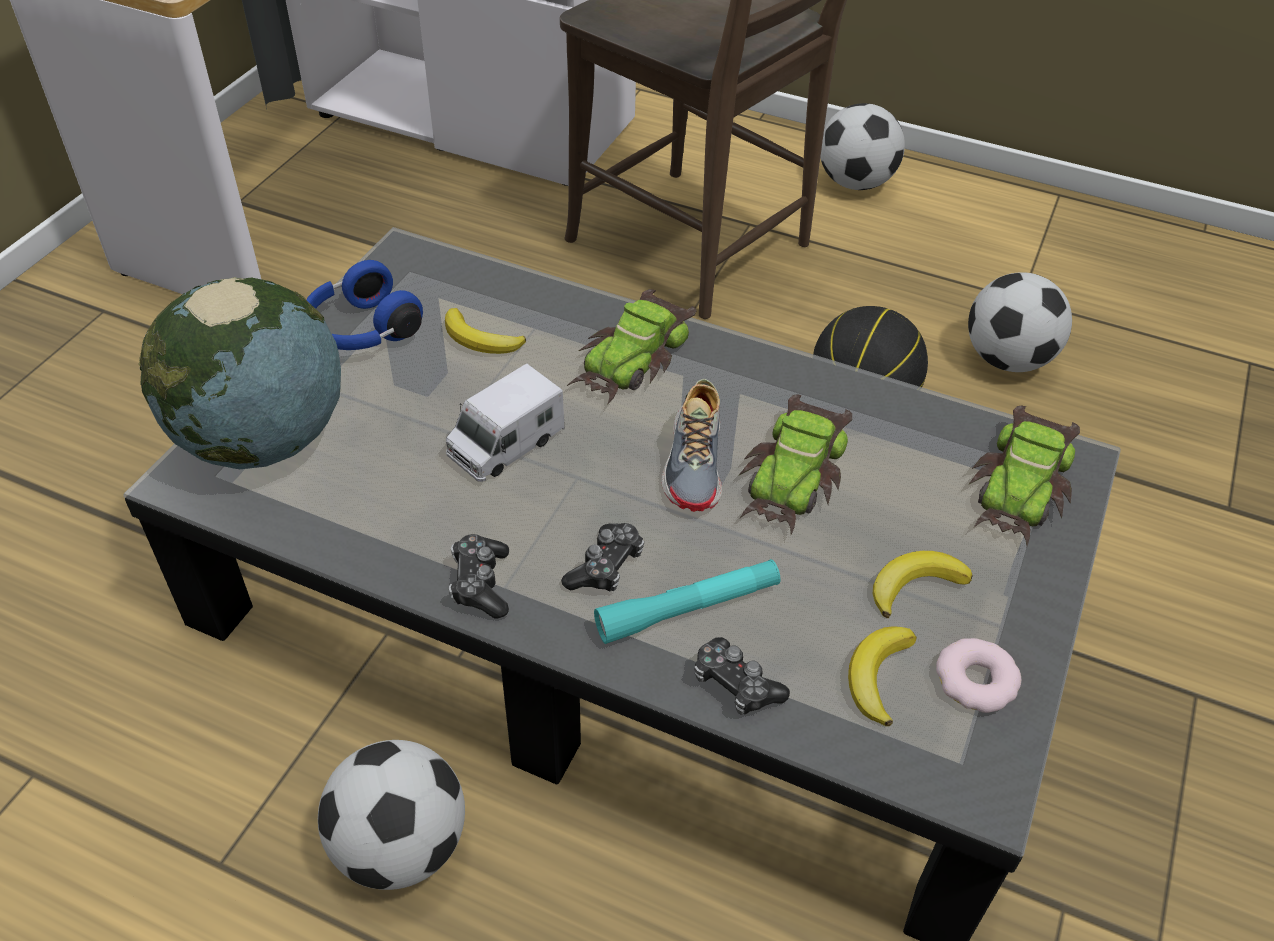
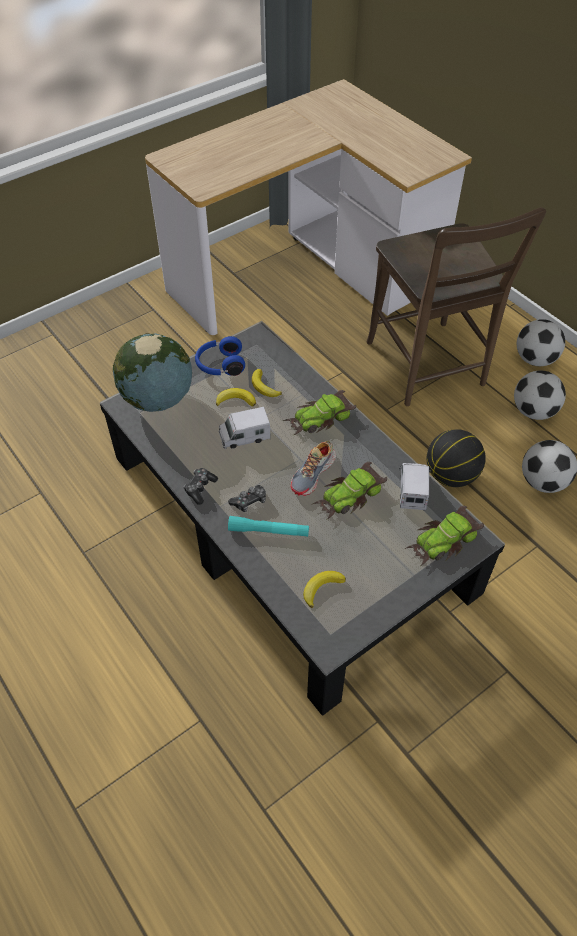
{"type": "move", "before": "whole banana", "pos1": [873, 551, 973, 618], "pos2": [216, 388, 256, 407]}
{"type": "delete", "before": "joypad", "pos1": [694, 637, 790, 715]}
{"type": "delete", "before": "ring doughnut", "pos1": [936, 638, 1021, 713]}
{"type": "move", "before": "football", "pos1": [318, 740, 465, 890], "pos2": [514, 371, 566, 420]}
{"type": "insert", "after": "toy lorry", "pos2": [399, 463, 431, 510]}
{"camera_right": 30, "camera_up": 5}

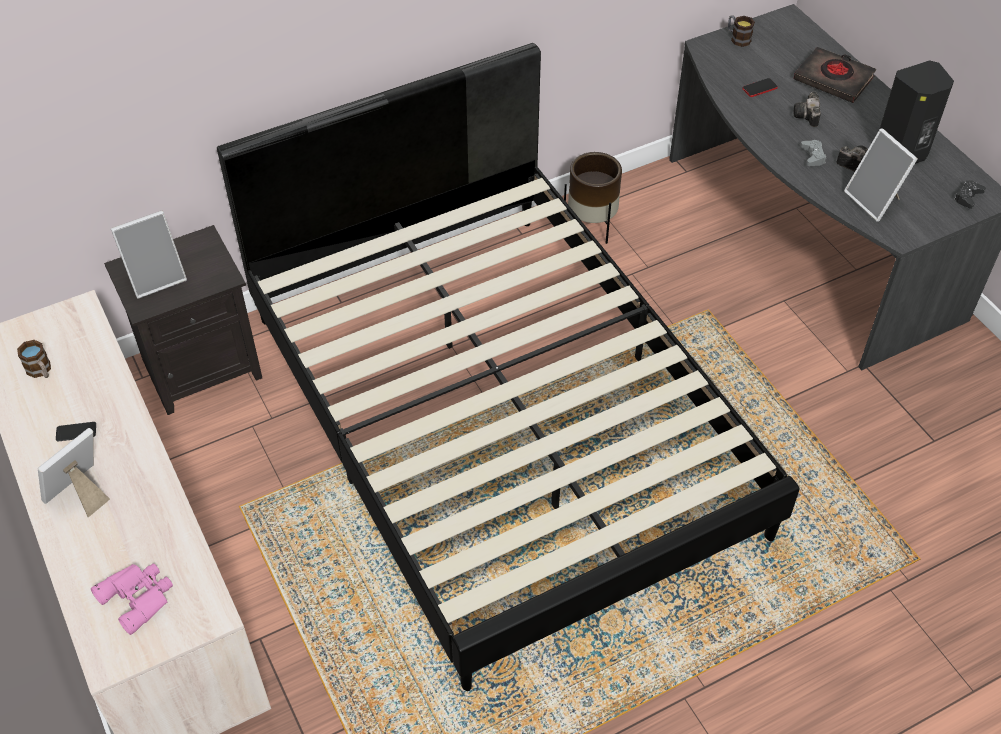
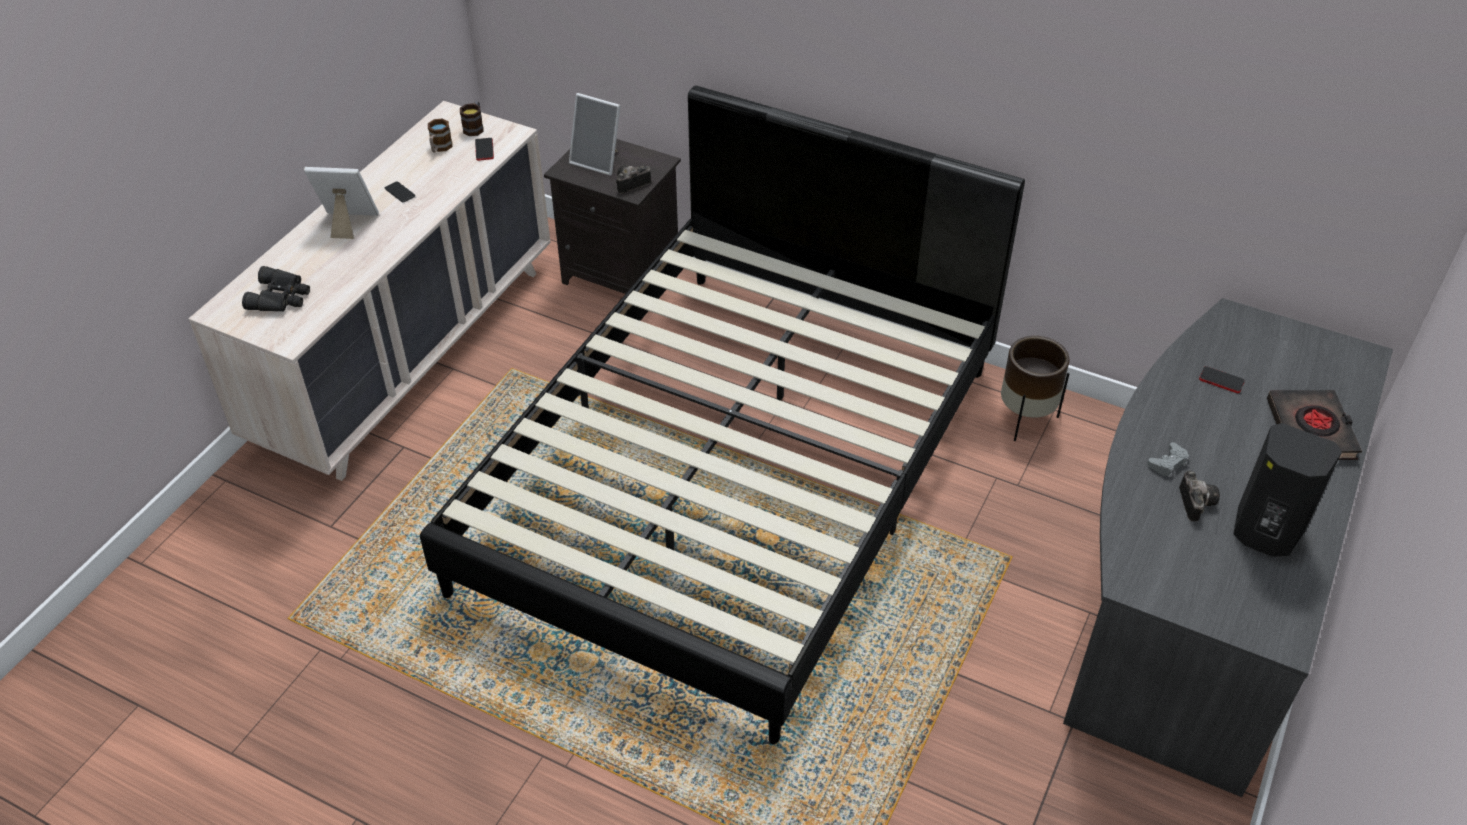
{"type": "move", "before": "tea mug", "pos1": [728, 15, 755, 47], "pos2": [460, 101, 484, 136]}
{"type": "move", "before": "photo camera", "pos1": [794, 92, 821, 127], "pos2": [616, 165, 651, 194]}
{"type": "delete", "before": "photo frame", "pos1": [844, 128, 918, 222]}
{"type": "delete", "before": "joypad in black-coloured", "pos1": [954, 180, 986, 209]}
{"type": "recolor", "before": "pair of binoculars in pinkish", "after": "pair of binoculars in black-coloured", "pos1": [91, 564, 173, 635], "pos2": [242, 266, 310, 311]}
{"type": "insert", "after": "handset", "pos2": [475, 138, 494, 161]}
{"camera_right": 55, "camera_up": -5}

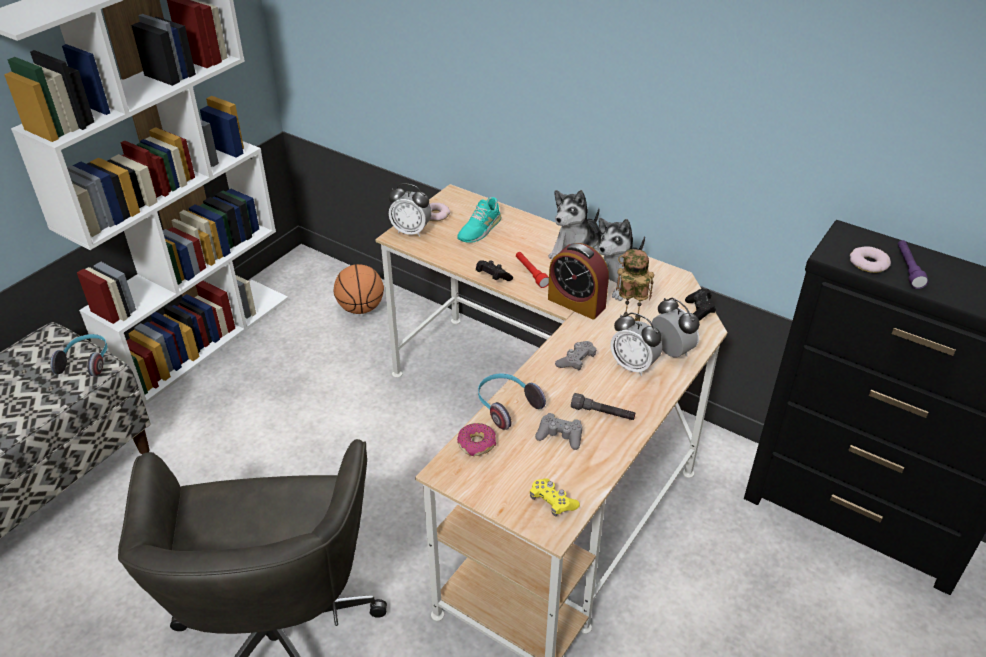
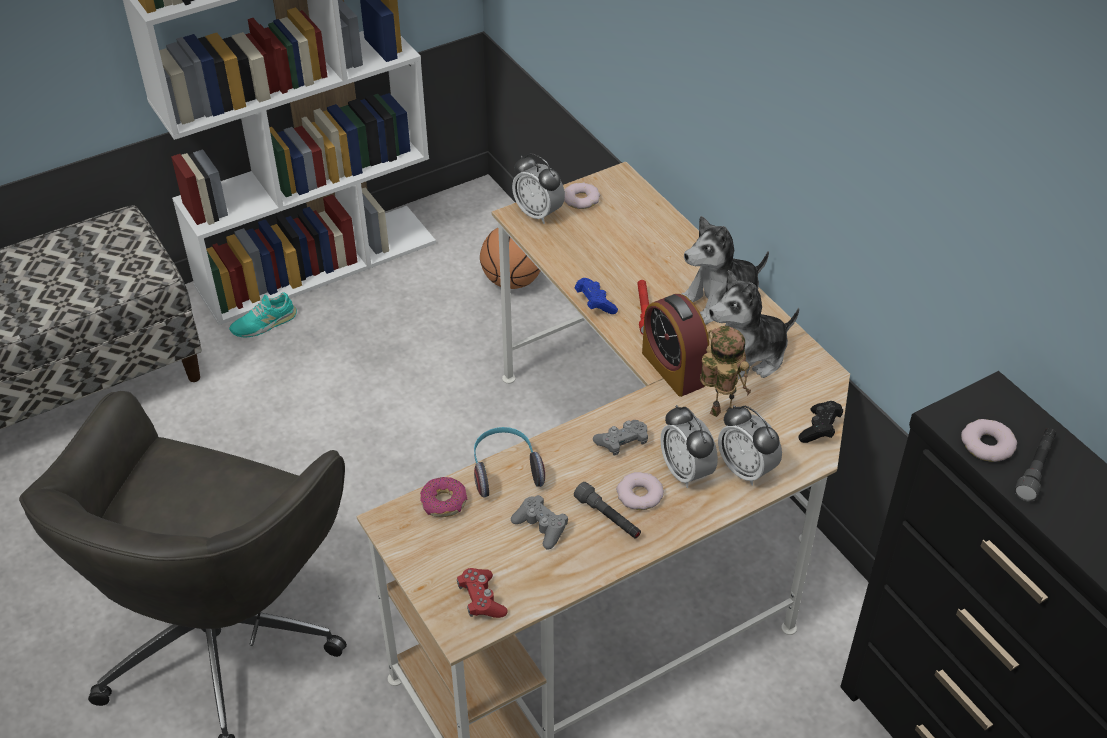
{"type": "move", "before": "item of footwear in blue-green", "pos1": [457, 197, 501, 243], "pos2": [229, 292, 297, 338]}
{"type": "recolor", "before": "torch in purplish", "after": "torch in greyish", "pos1": [898, 240, 929, 289], "pos2": [1014, 428, 1056, 502]}
{"type": "recolor", "before": "joypad in black-coloured", "after": "joypad in blue-coloured", "pos1": [476, 260, 513, 281], "pos2": [575, 278, 618, 314]}
{"type": "rotate", "before": "alarm clock", "pos1": [652, 297, 700, 357], "pos2": [718, 405, 782, 486], "turn": 150}
{"type": "delete", "before": "headphones", "pos1": [50, 334, 107, 377]}
{"type": "recolor", "before": "joypad in yellow-coloured", "after": "joypad in reddish", "pos1": [530, 478, 580, 516], "pos2": [457, 568, 508, 618]}
{"type": "insert", "after": "ring doughnut", "pos2": [616, 472, 664, 510]}
{"camera_right": 25, "camera_up": 5}

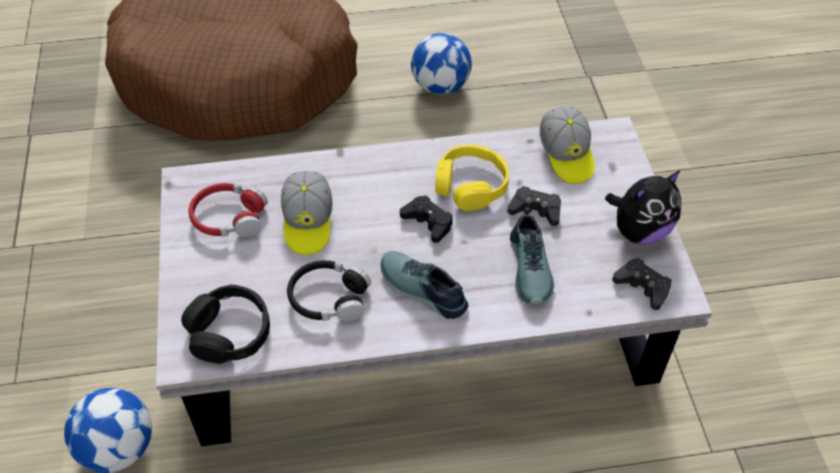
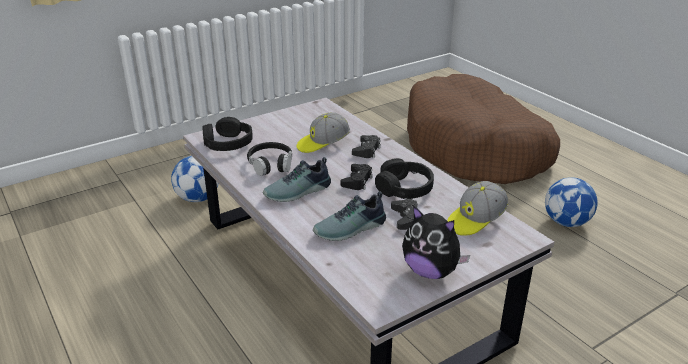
{"type": "recolor", "before": "headphones in yellow-coloured", "after": "headphones in black-coloured", "pos1": [435, 145, 509, 211], "pos2": [375, 158, 434, 199]}
{"type": "delete", "before": "headphones in reddish", "pos1": [188, 183, 268, 237]}
{"type": "rotate", "before": "item of footwear", "pos1": [380, 251, 468, 319], "pos2": [263, 157, 331, 202], "turn": -135}
{"type": "move", "before": "joypad in black-coloured", "pos1": [612, 258, 672, 310], "pos2": [352, 135, 381, 158]}
{"camera_right": 65, "camera_up": -20}

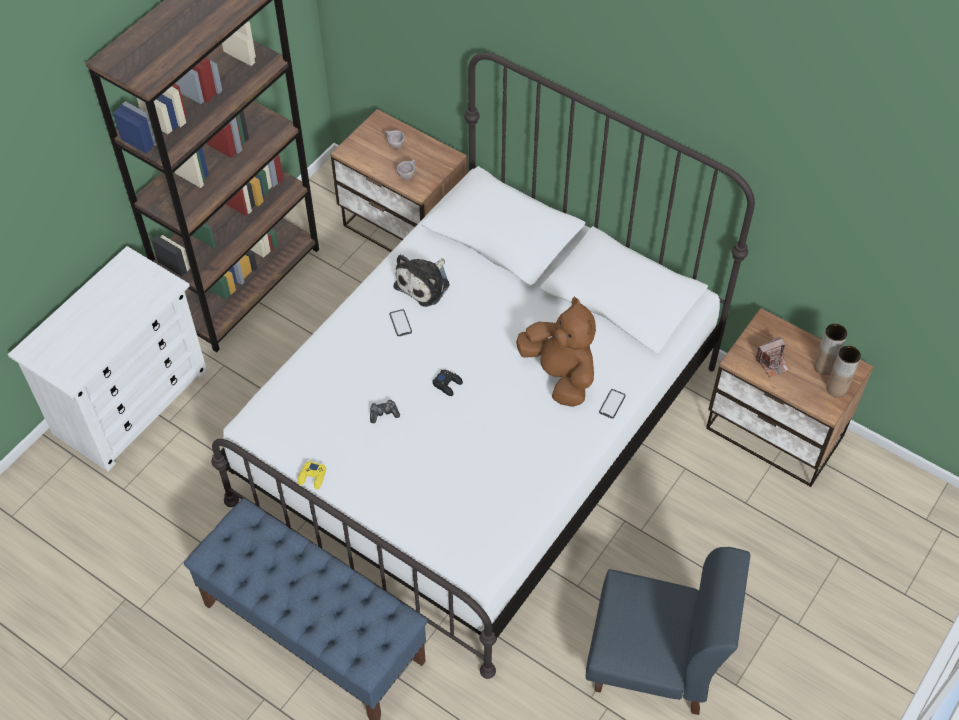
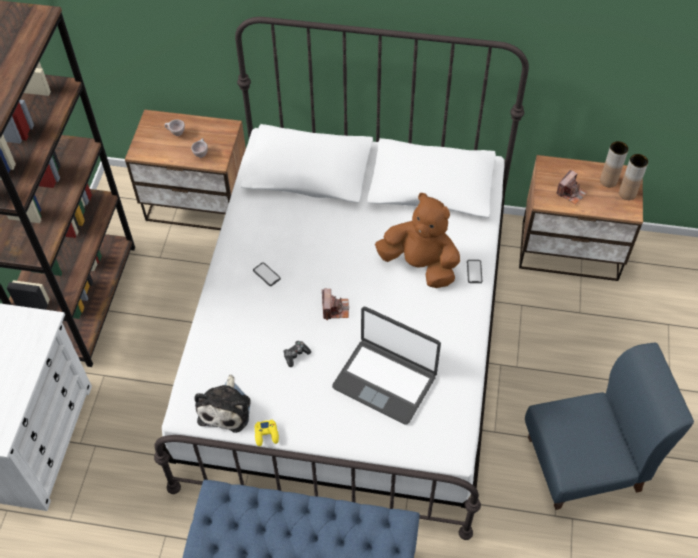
{"type": "move", "before": "plush toy", "pos1": [394, 254, 450, 307], "pos2": [194, 375, 251, 433]}
{"type": "replace", "before": "joypad in black-coloured", "after": "photo camera", "pos1": [433, 370, 463, 396], "pos2": [322, 289, 349, 320]}
{"type": "insert", "after": "portable computer", "pos2": [332, 307, 441, 425]}
{"camera_right": -25, "camera_up": 0}

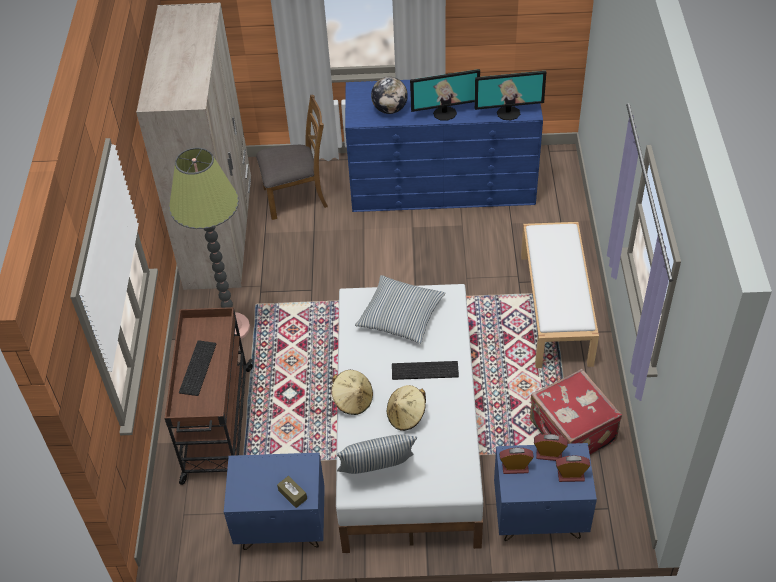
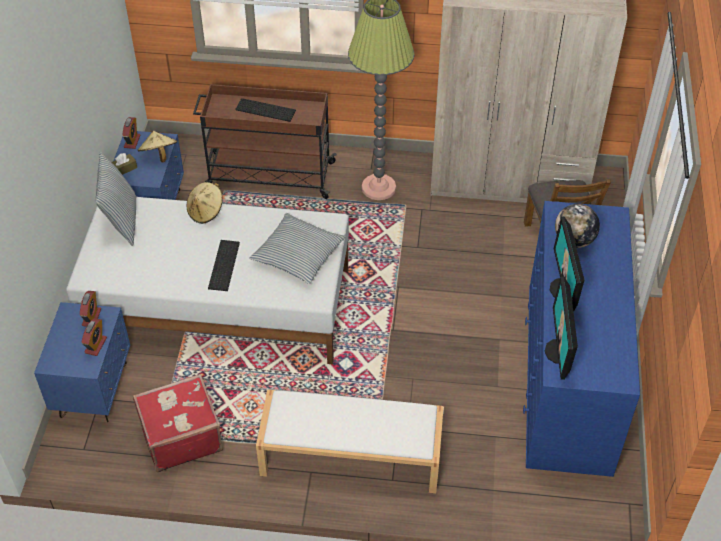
{"type": "move", "before": "hat in beige-coloured", "pos1": [387, 385, 426, 431], "pos2": [138, 131, 177, 162]}
{"type": "move", "before": "alarm clock", "pos1": [556, 456, 590, 482], "pos2": [122, 117, 140, 149]}
{"camera_right": 95, "camera_up": 0}

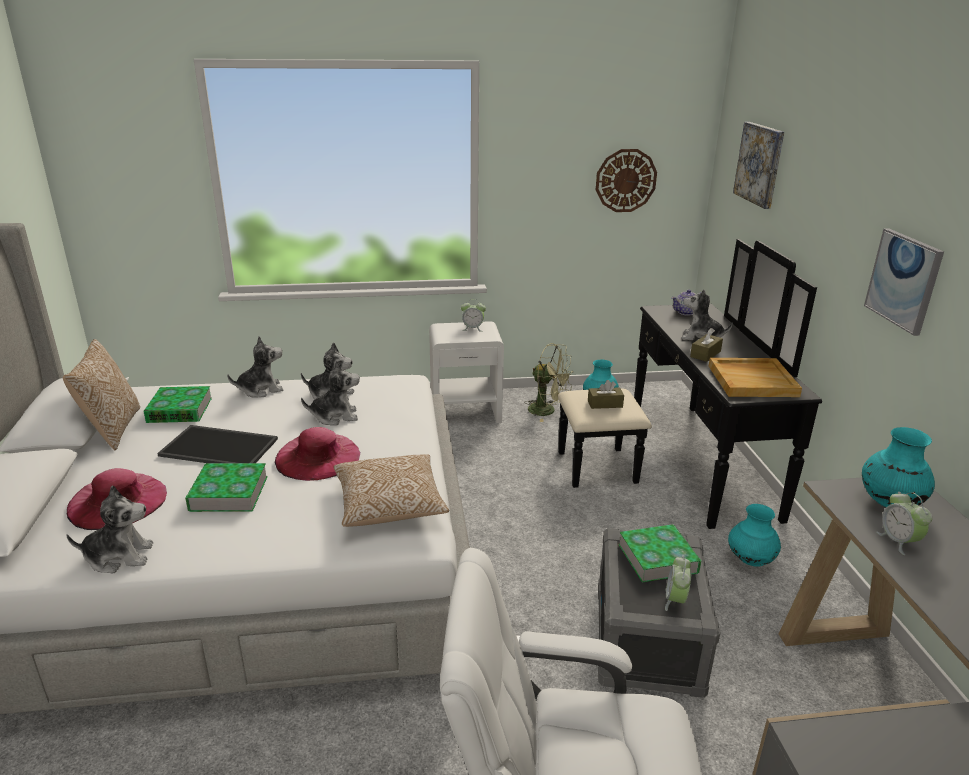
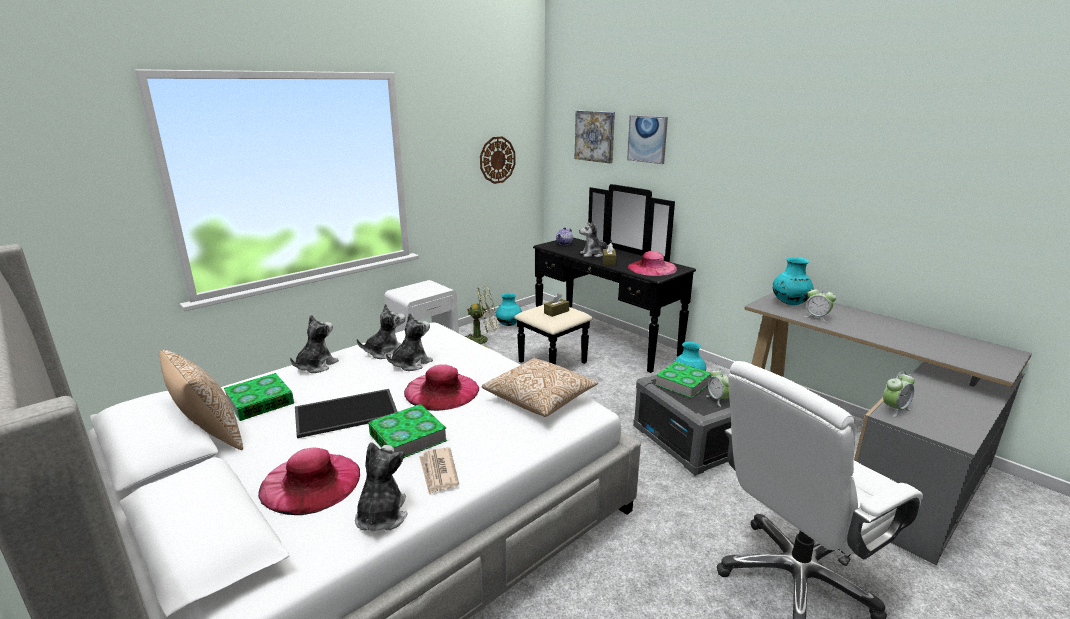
{"type": "move", "before": "wall picture", "pos1": [864, 228, 944, 336], "pos2": [627, 115, 668, 164]}
{"type": "move", "before": "alarm clock", "pos1": [461, 299, 486, 332], "pos2": [883, 371, 915, 417]}
{"type": "replace", "before": "carrying tray in beige-coloured", "after": "hat in pinkish", "pos1": [709, 358, 802, 397], "pos2": [628, 251, 677, 276]}
{"type": "rotate", "before": "plush toy", "pos1": [66, 485, 153, 573], "pos2": [355, 442, 408, 531], "turn": -45}
{"type": "insert", "after": "newspaper", "pos2": [419, 447, 459, 494]}
{"camera_right": -35, "camera_up": -5}

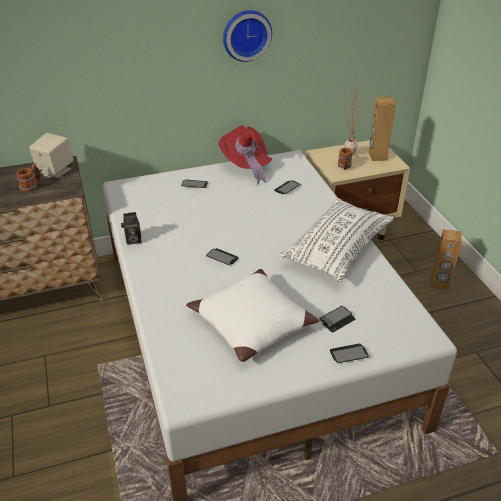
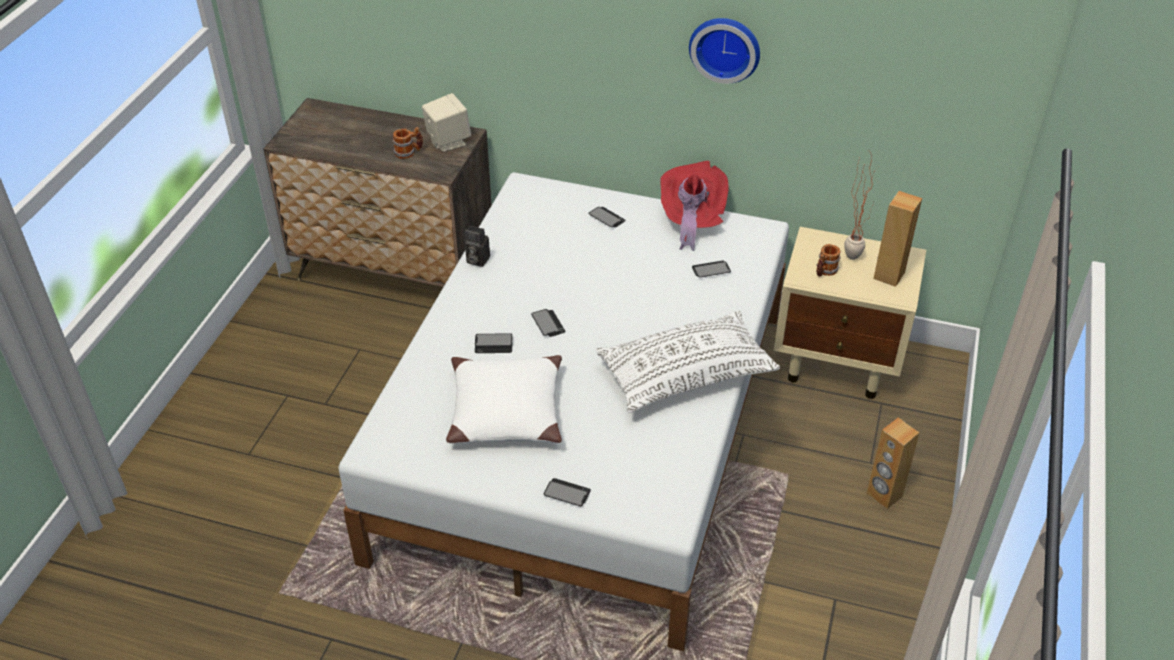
{"type": "move", "before": "handset", "pos1": [319, 306, 355, 332], "pos2": [475, 333, 512, 353]}
{"camera_right": 35, "camera_up": 5}

